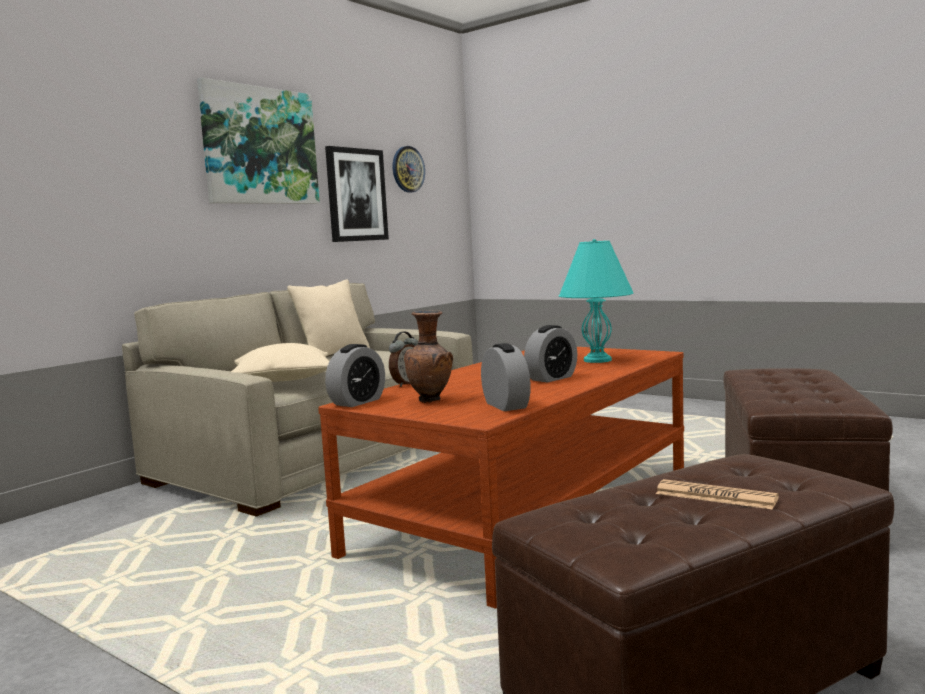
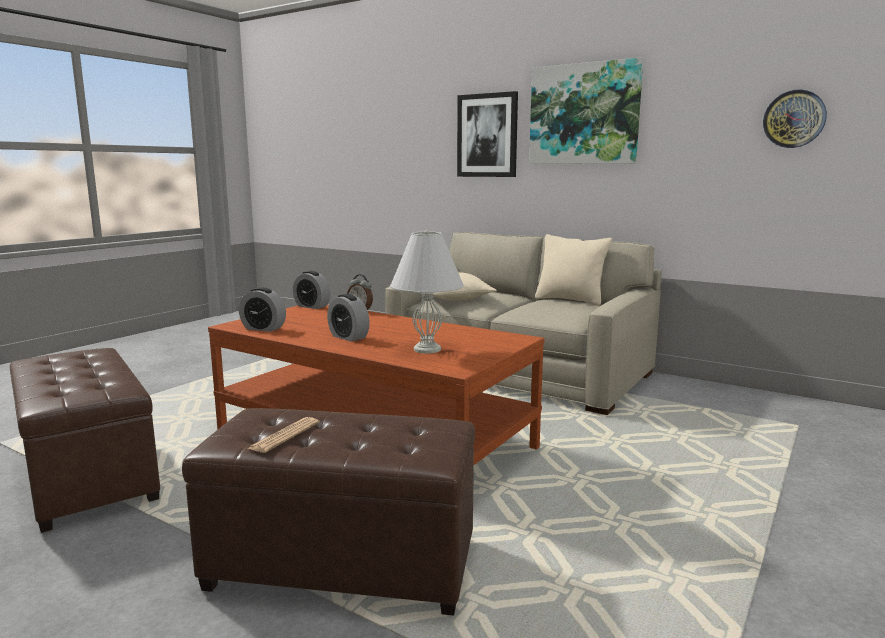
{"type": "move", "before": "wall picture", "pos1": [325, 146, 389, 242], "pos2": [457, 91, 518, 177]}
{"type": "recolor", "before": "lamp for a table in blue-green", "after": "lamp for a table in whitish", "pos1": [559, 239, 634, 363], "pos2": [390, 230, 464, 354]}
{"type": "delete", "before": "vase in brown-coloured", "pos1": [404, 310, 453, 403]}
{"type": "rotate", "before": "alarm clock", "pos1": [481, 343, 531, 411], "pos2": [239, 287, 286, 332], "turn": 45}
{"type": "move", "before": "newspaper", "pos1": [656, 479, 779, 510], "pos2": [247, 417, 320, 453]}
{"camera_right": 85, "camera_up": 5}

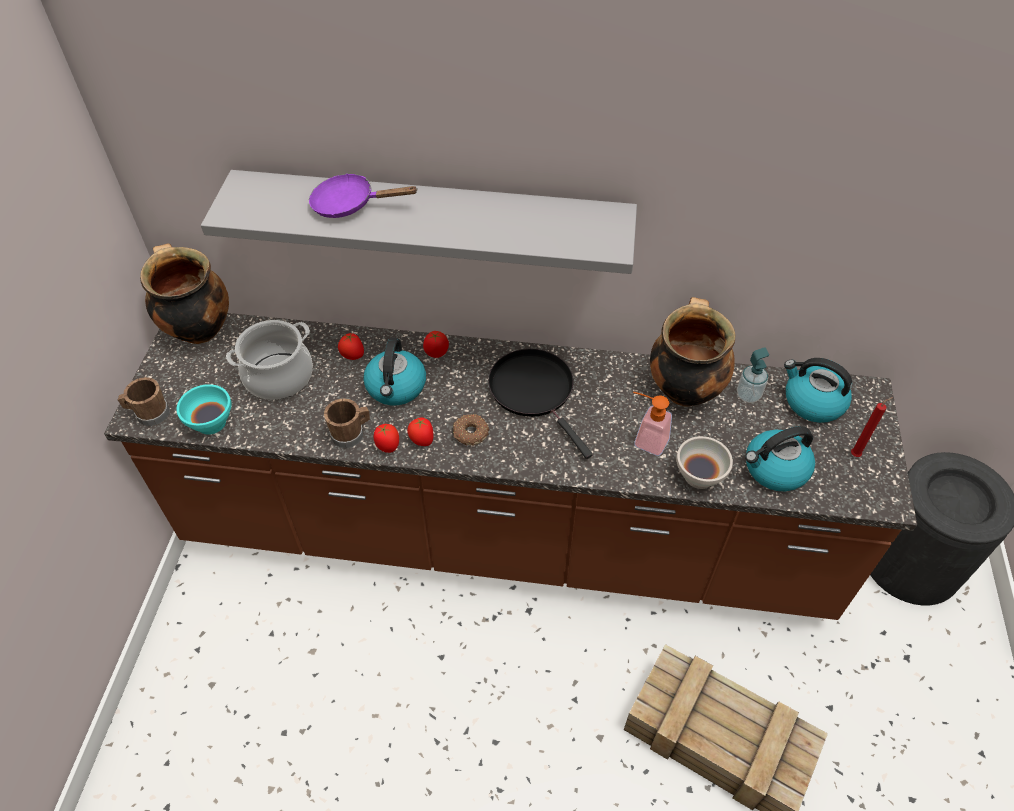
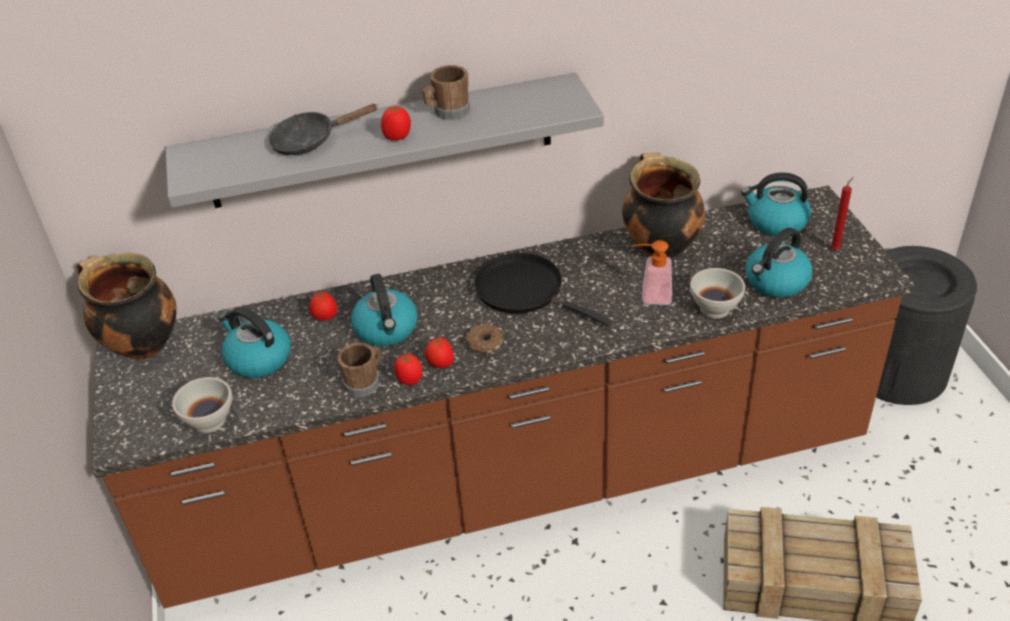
{"type": "recolor", "before": "pan in purplish", "after": "pan in black-coloured", "pos1": [309, 173, 418, 218], "pos2": [268, 104, 378, 155]}
{"type": "replace", "before": "saucepot", "after": "tea kettle", "pos1": [226, 320, 313, 400], "pos2": [218, 307, 291, 378]}
{"type": "move", "before": "fresh tomato", "pos1": [423, 331, 449, 358], "pos2": [381, 106, 411, 141]}
{"type": "delete", "before": "soap dispenser", "pos1": [737, 347, 769, 403]}
{"type": "move", "before": "tea mug in brown-coloured", "pos1": [118, 377, 170, 426], "pos2": [422, 65, 470, 120]}
{"type": "recolor", "before": "deep dish in blue-green", "after": "deep dish in whitish", "pos1": [176, 384, 232, 435], "pos2": [172, 377, 233, 433]}
{"camera_right": -20, "camera_up": -10}

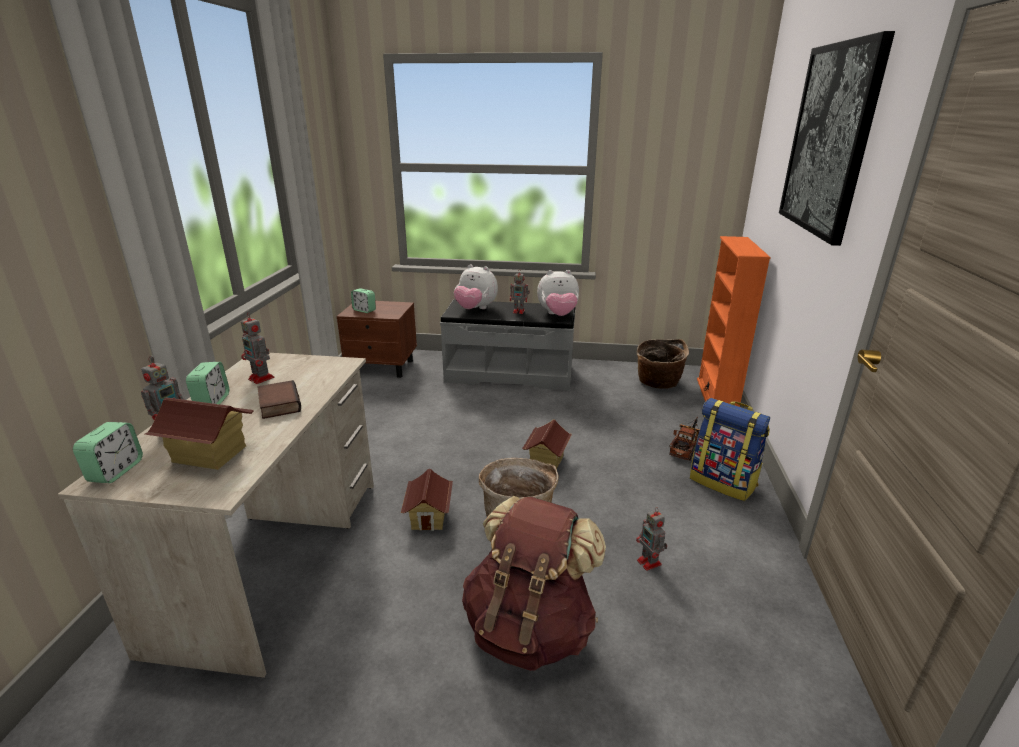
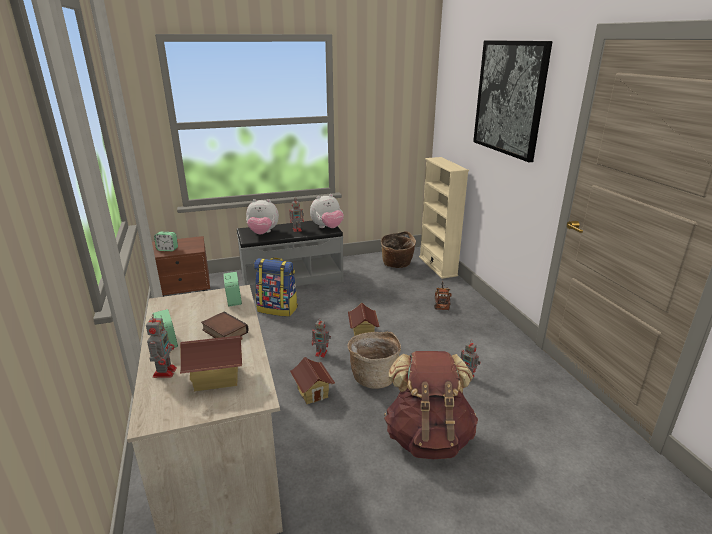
{"type": "recolor", "before": "shelving unit in orange-coloured", "after": "shelving unit in beige-coloured", "pos1": [697, 236, 771, 407], "pos2": [419, 157, 469, 279]}
{"type": "move", "before": "toy robot", "pos1": [241, 312, 275, 384], "pos2": [312, 318, 331, 357]}
{"type": "move", "before": "backpack", "pos1": [690, 398, 770, 501], "pos2": [254, 257, 298, 317]}
{"type": "move", "before": "alarm clock", "pos1": [73, 422, 143, 483], "pos2": [223, 272, 242, 306]}
{"camera_right": -25, "camera_up": 0}

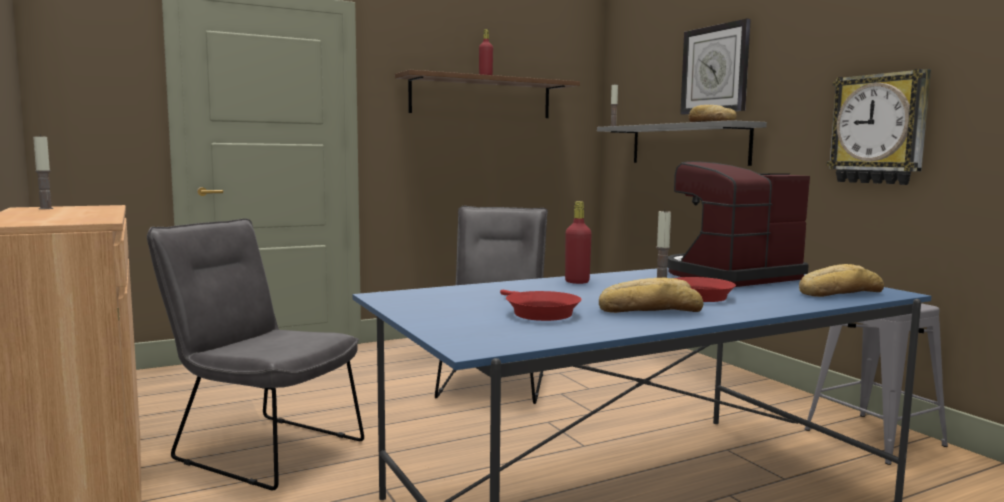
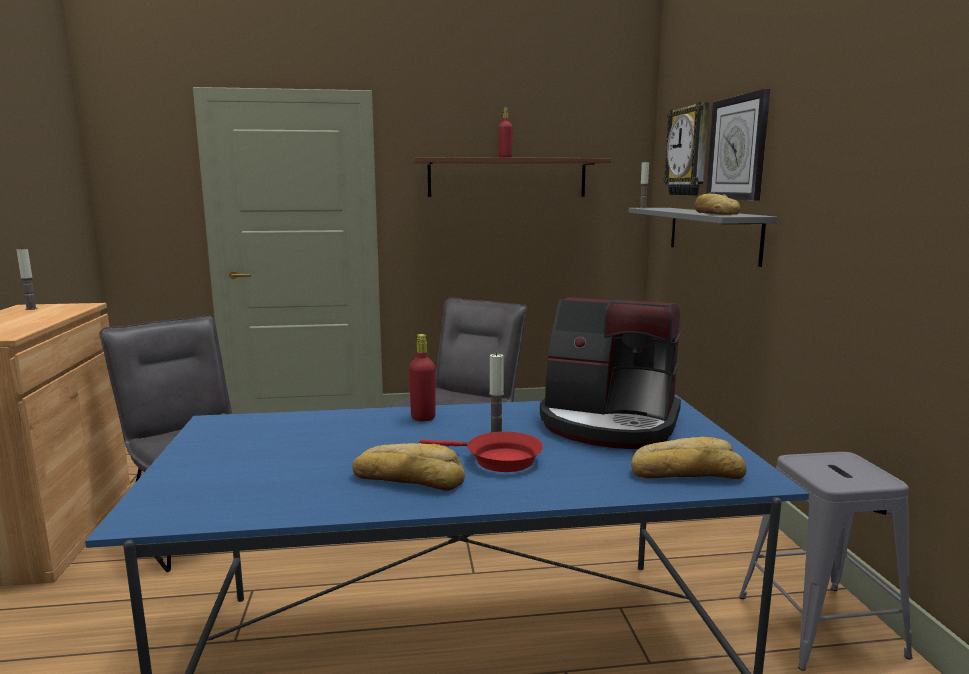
{"type": "move", "before": "wall clock", "pos1": [827, 69, 931, 185], "pos2": [663, 102, 709, 196]}
{"type": "rotate", "before": "coffee maker", "pos1": [667, 161, 810, 287], "pos2": [540, 297, 681, 449], "turn": -150}
{"type": "delete", "before": "pan in reddish", "pos1": [500, 290, 582, 321]}
{"camera_right": 20, "camera_up": 5}

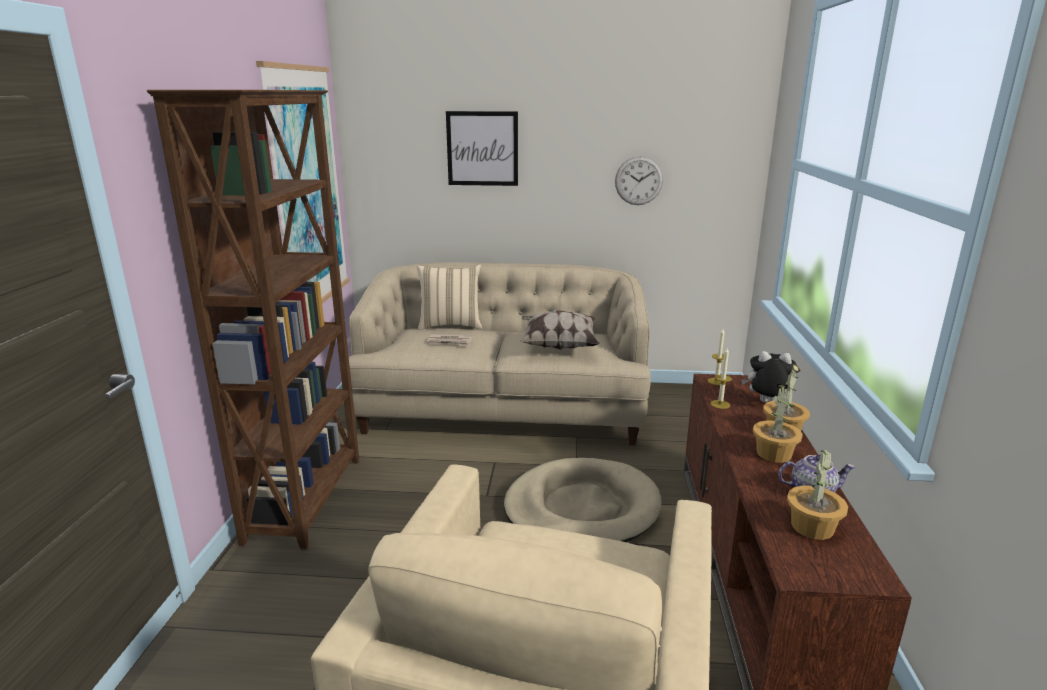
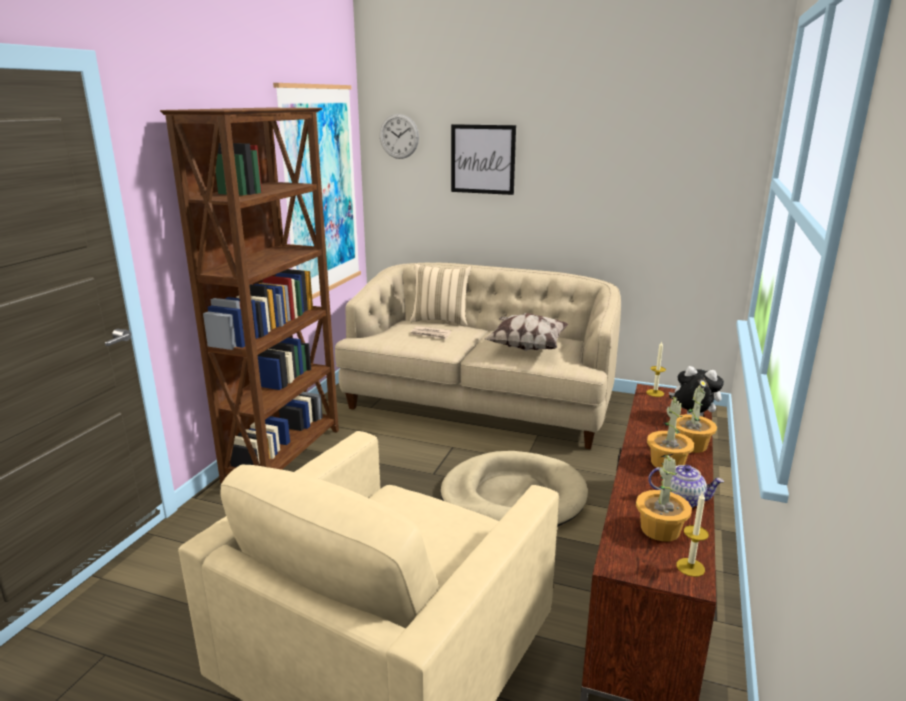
{"type": "move", "before": "wall clock", "pos1": [615, 156, 663, 205], "pos2": [380, 114, 419, 159]}
{"type": "move", "before": "wax light", "pos1": [711, 348, 732, 409], "pos2": [676, 492, 709, 577]}
{"camera_right": 15, "camera_up": 0}

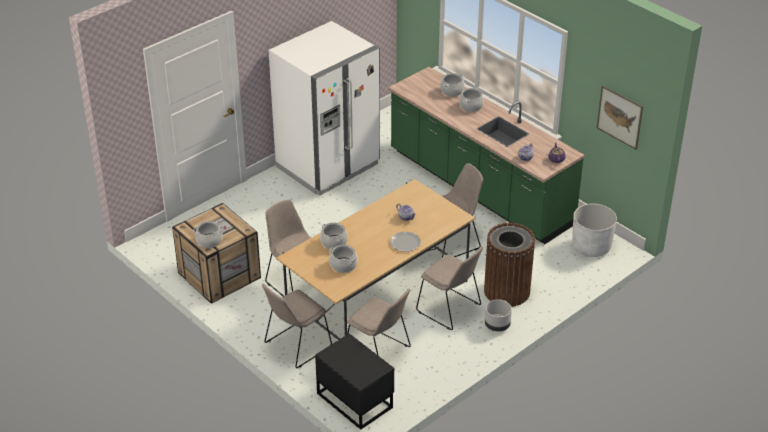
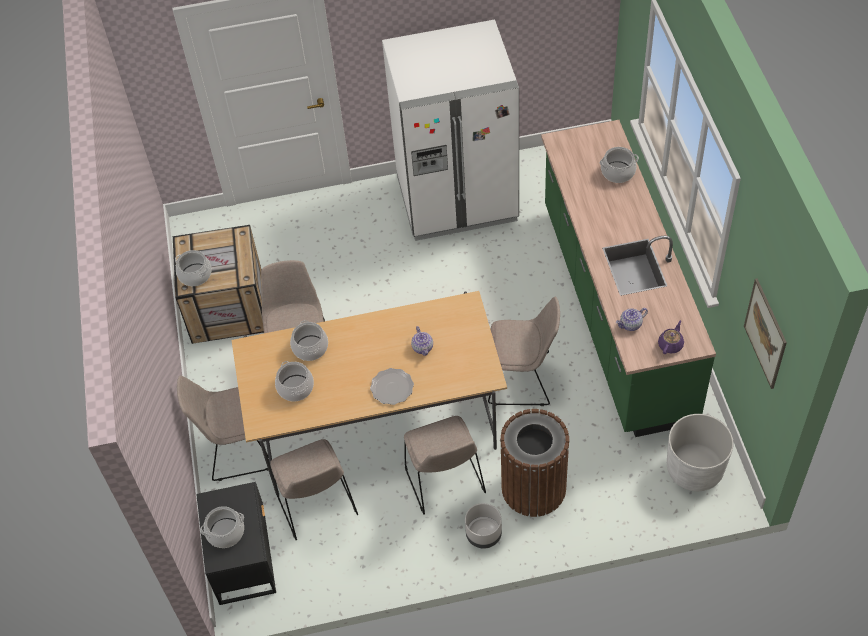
{"type": "move", "before": "saucepot", "pos1": [459, 88, 484, 112], "pos2": [200, 506, 244, 548]}
{"camera_right": 35, "camera_up": 15}

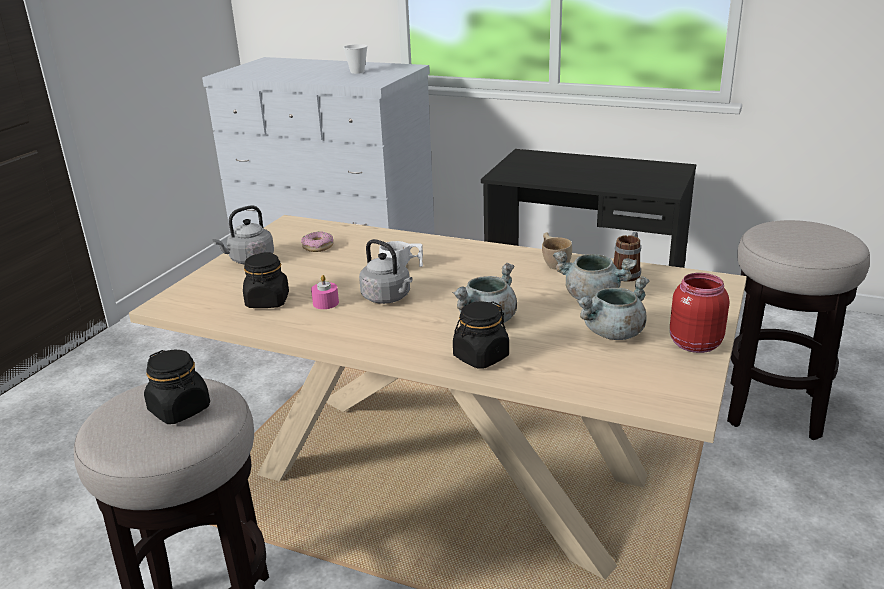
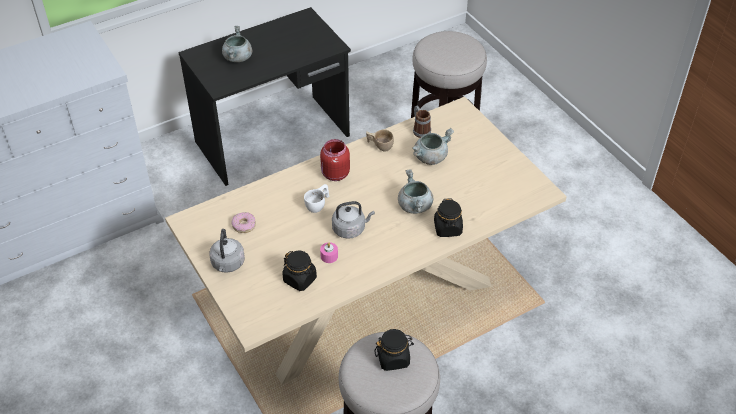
{"type": "delete", "before": "cup", "pos1": [343, 44, 368, 74]}
{"type": "move", "before": "jar in reddish", "pos1": [670, 273, 729, 353], "pos2": [320, 139, 350, 181]}
{"type": "move", "before": "saucepot in greyish", "pos1": [577, 276, 650, 340], "pos2": [222, 26, 252, 62]}
{"camera_right": -55, "camera_up": 20}

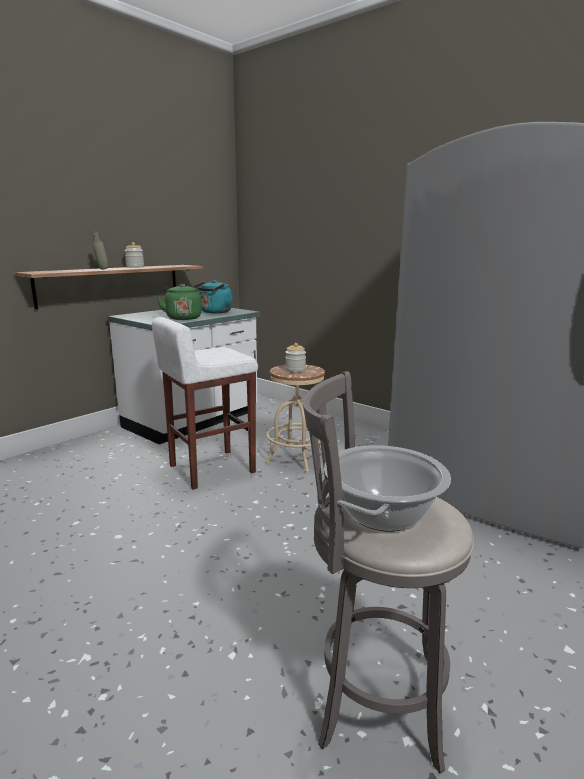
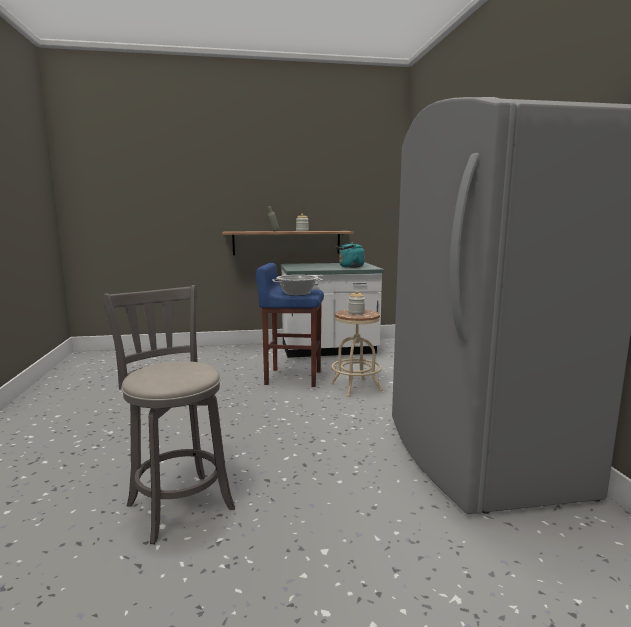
{"type": "delete", "before": "tea kettle in greenish", "pos1": [157, 284, 202, 320]}
{"type": "recolor", "before": "stool in whitish", "after": "stool in blue-coloured", "pos1": [152, 317, 258, 490], "pos2": [256, 263, 324, 387]}
{"type": "move", "before": "saucepot", "pos1": [324, 445, 451, 532], "pos2": [272, 275, 323, 296]}
{"camera_right": 40, "camera_up": -5}

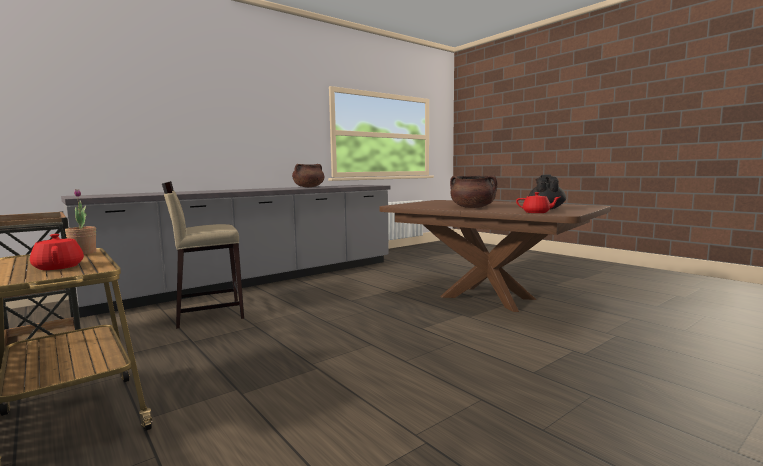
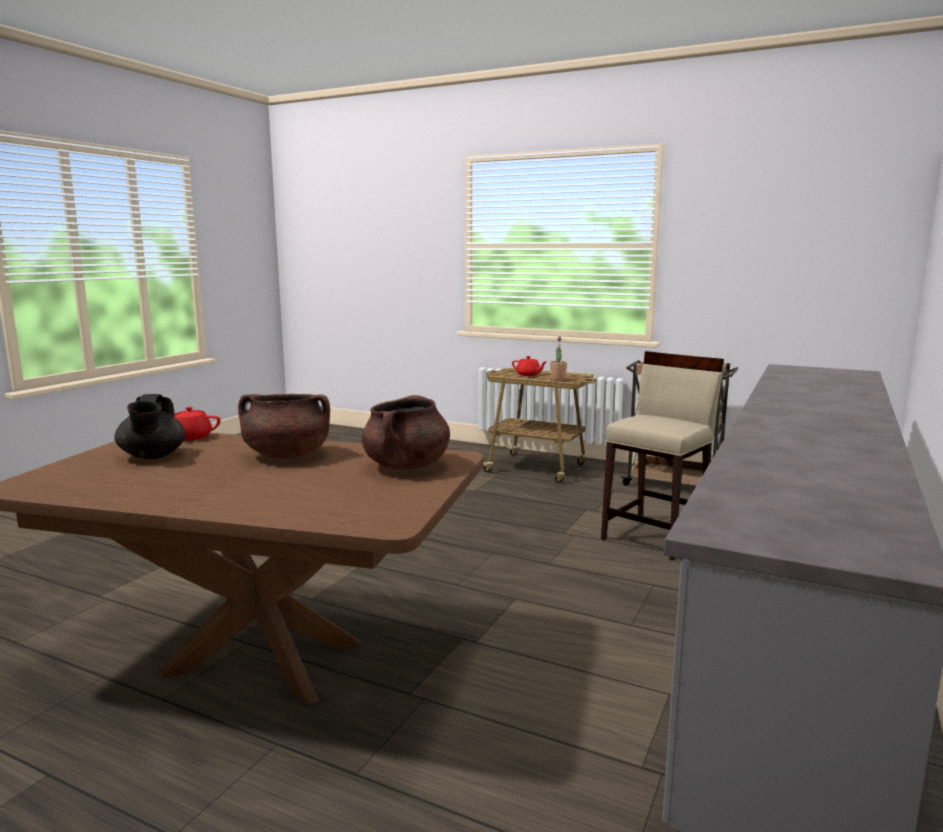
{"type": "move", "before": "saucepot in brown-coloured", "pos1": [292, 164, 324, 187], "pos2": [362, 395, 450, 470]}
{"camera_right": 155, "camera_up": 5}

